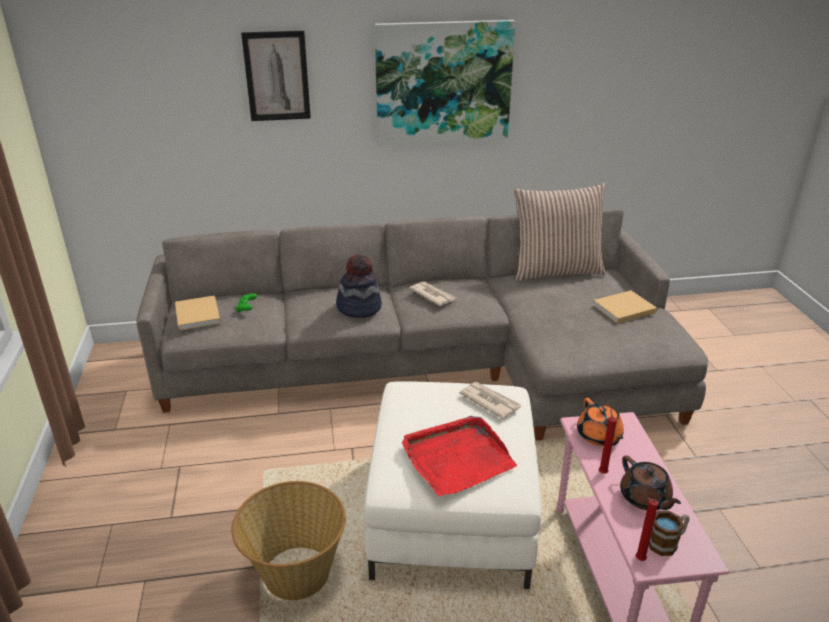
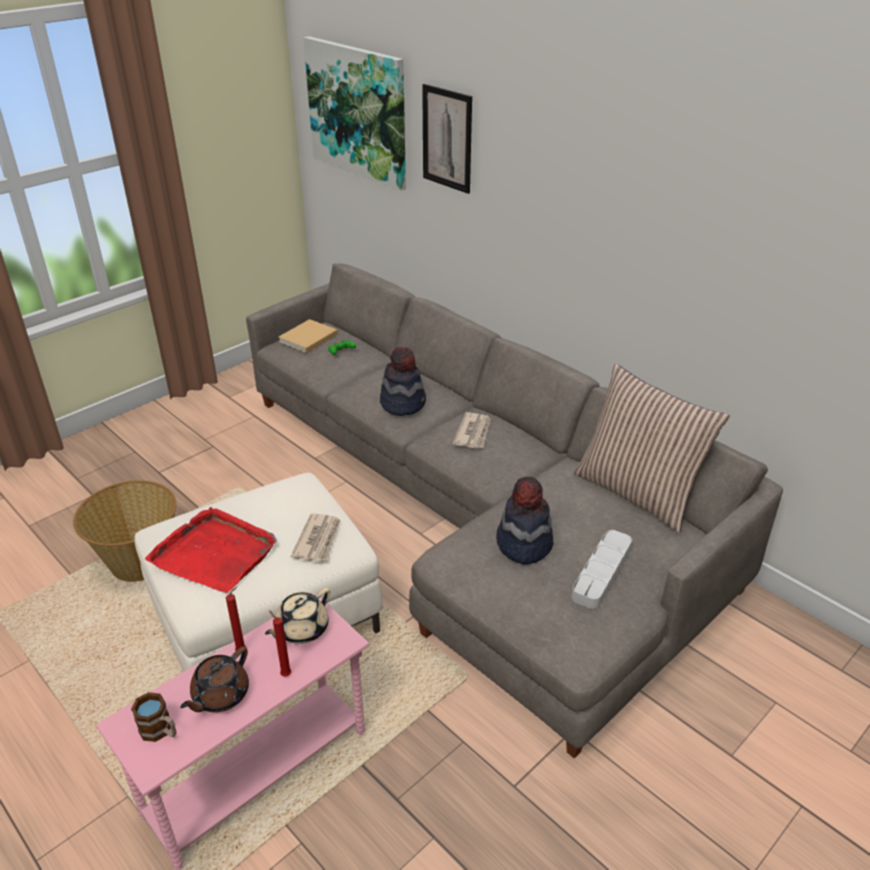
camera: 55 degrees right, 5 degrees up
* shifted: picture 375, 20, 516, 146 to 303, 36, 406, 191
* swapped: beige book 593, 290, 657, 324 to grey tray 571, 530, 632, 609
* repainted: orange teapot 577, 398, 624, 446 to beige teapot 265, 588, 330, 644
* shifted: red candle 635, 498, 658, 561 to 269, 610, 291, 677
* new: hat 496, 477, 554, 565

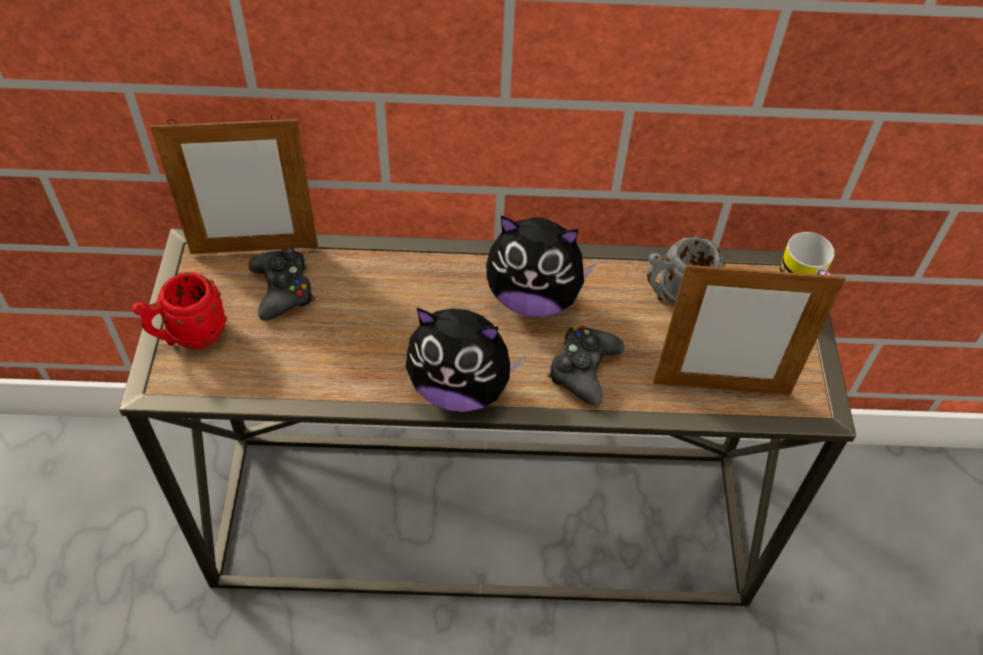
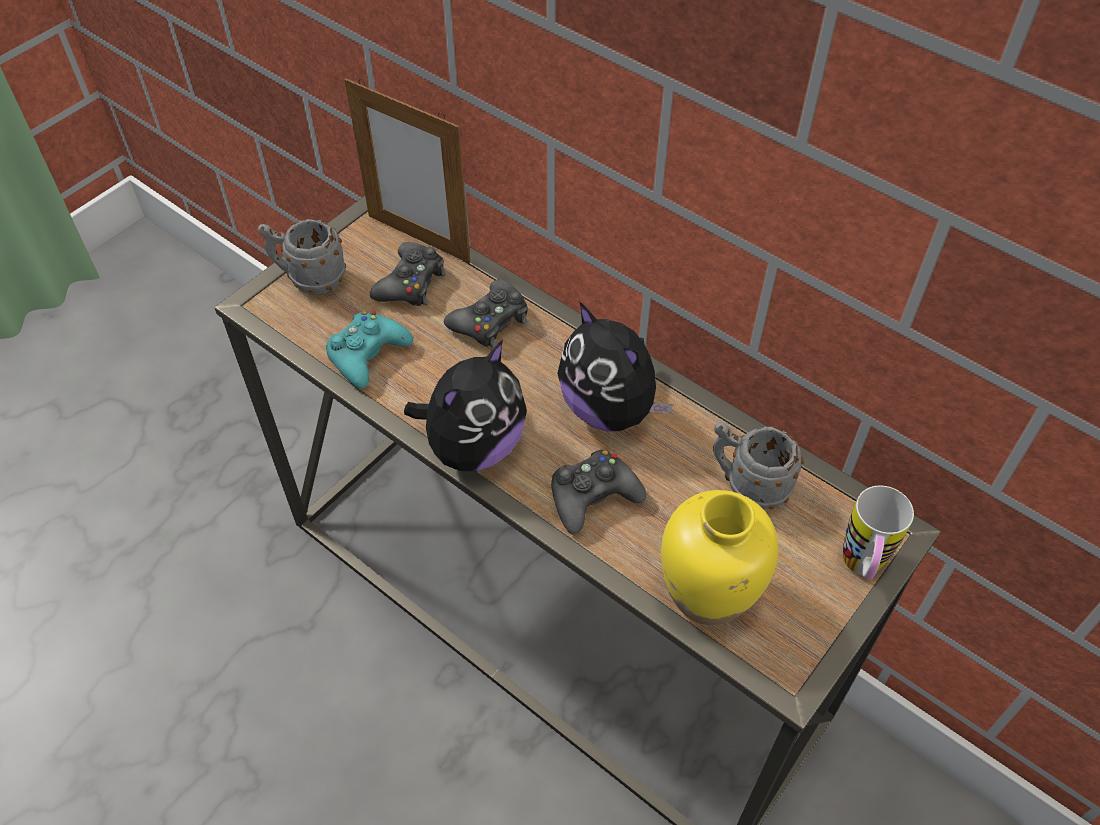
camera: 40 degrees right, 0 degrees up
* swapped: picture frame 654, 261, 846, 395 to yellow vase 661, 490, 779, 625
* repainted: red mug 132, 272, 227, 349 to grey mug 258, 219, 346, 295
* rotated: plush toy 406, 308, 526, 412 = 404, 340, 527, 471 105 degrees counterclockwise
* new: black game controller 444, 279, 528, 348
* new: turquoise game controller 326, 311, 413, 389

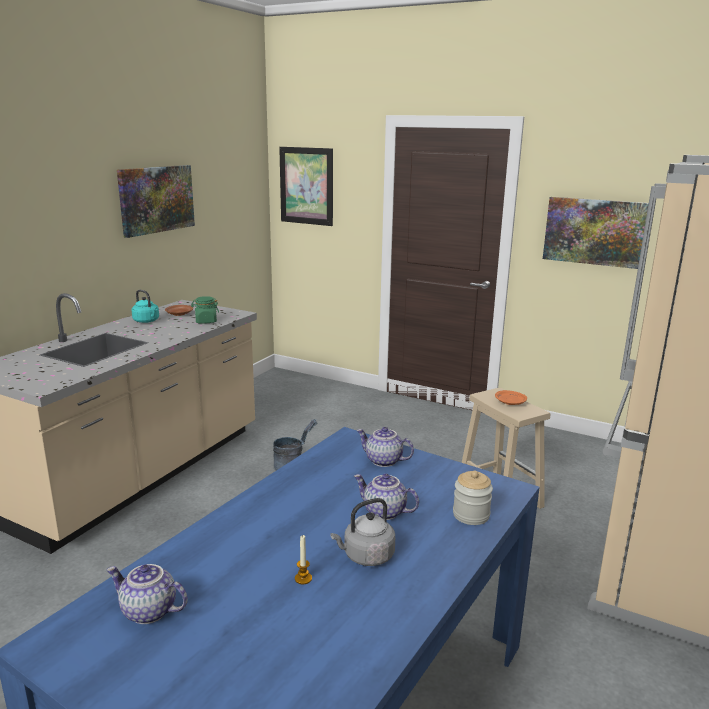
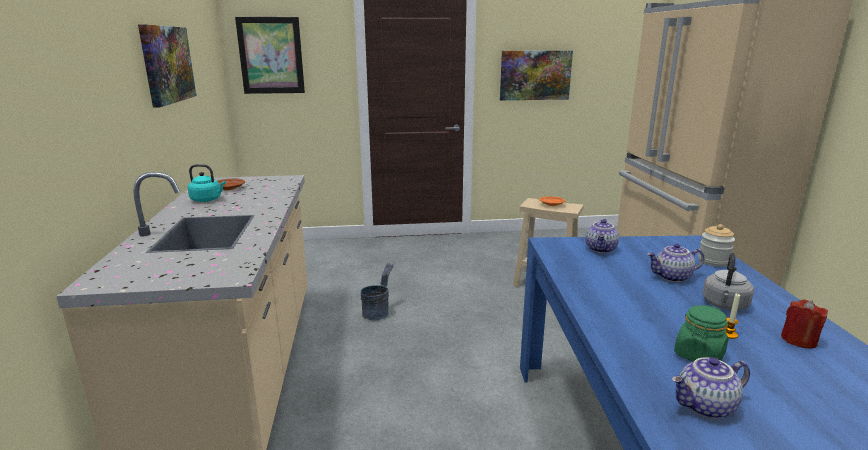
camera: 35 degrees left, 0 degrees up
* shifted: green jar 191, 296, 219, 323 to 674, 305, 729, 362
* rotated: teapot 356, 427, 414, 467 = 585, 219, 619, 253 60 degrees counterclockwise
* new: red candle 781, 299, 828, 349

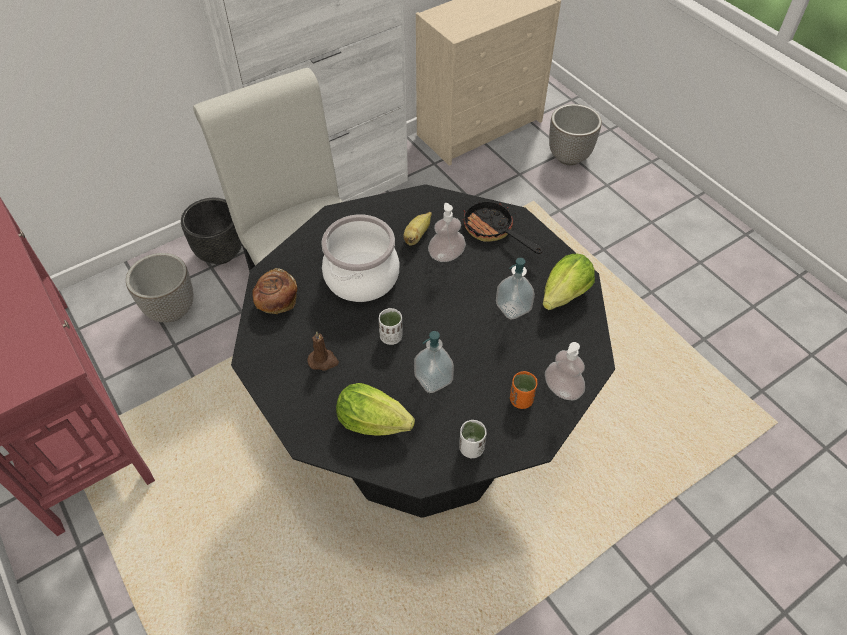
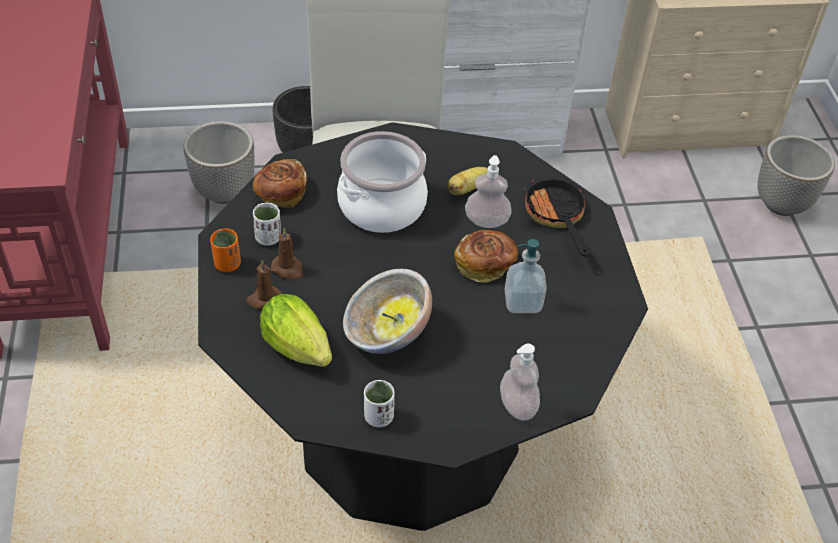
camera: 25 degrees right, 5 degrees down
* gone: lettuce 542, 254, 595, 310
* shifted: white cup 379, 308, 402, 345 to 253, 203, 281, 246
* swapped: soap dispenser 414, 331, 454, 393 to bowl 343, 269, 432, 354
* shifted: orange cup 510, 371, 537, 409 to 210, 228, 241, 272
* new: bread 454, 230, 518, 282
* new: brown candle 246, 260, 282, 310

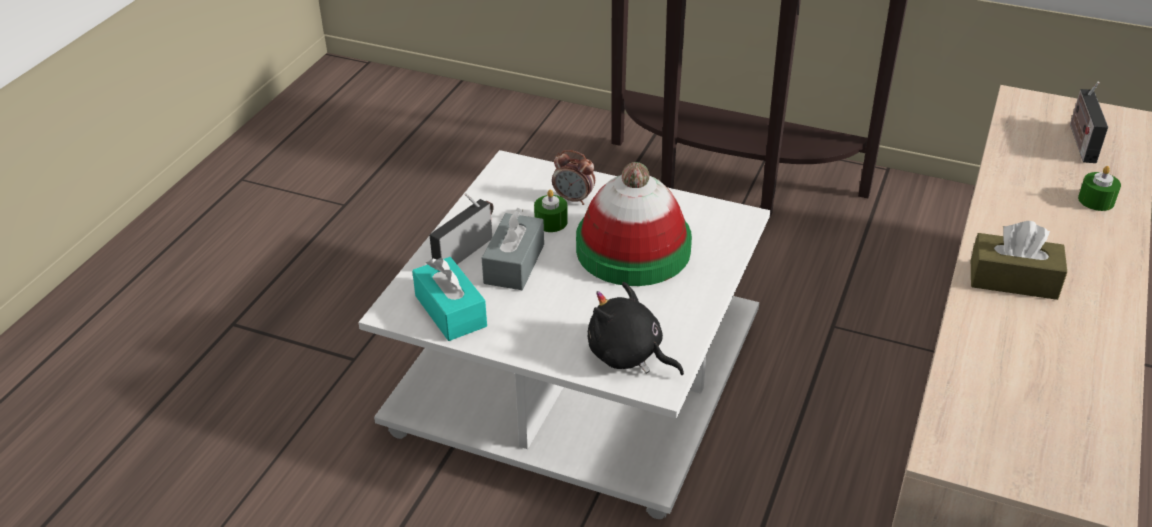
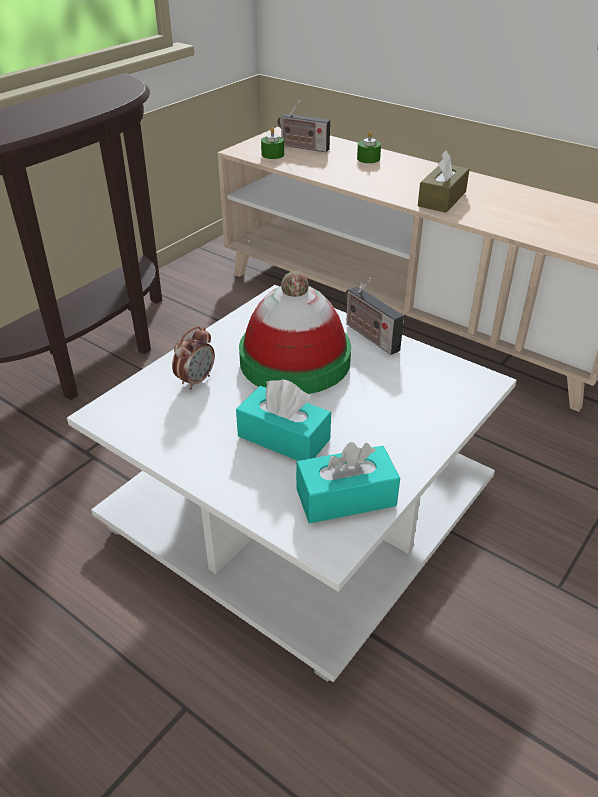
camera: 75 degrees left, 0 degrees up
* shifted: green candle 534, 190, 568, 232 to 261, 127, 284, 159
* shifted: radio 429, 193, 494, 264 to 345, 278, 404, 355
* repainted: grey tissue box 482, 208, 544, 290 to turquoise tissue box 236, 379, 331, 461
* gone: black plush toy 588, 282, 684, 375

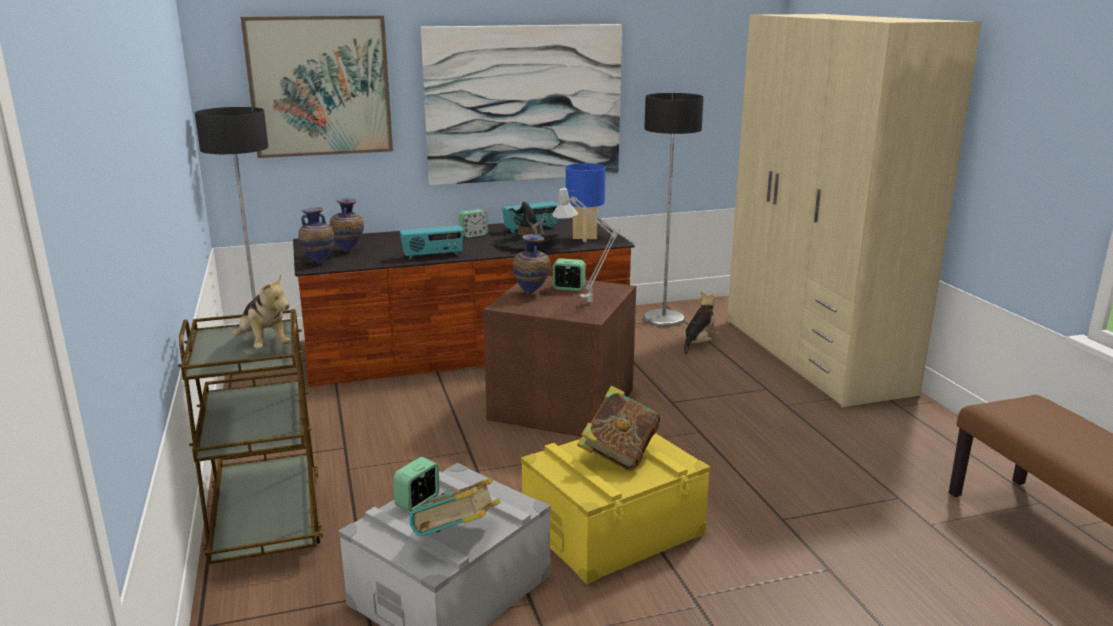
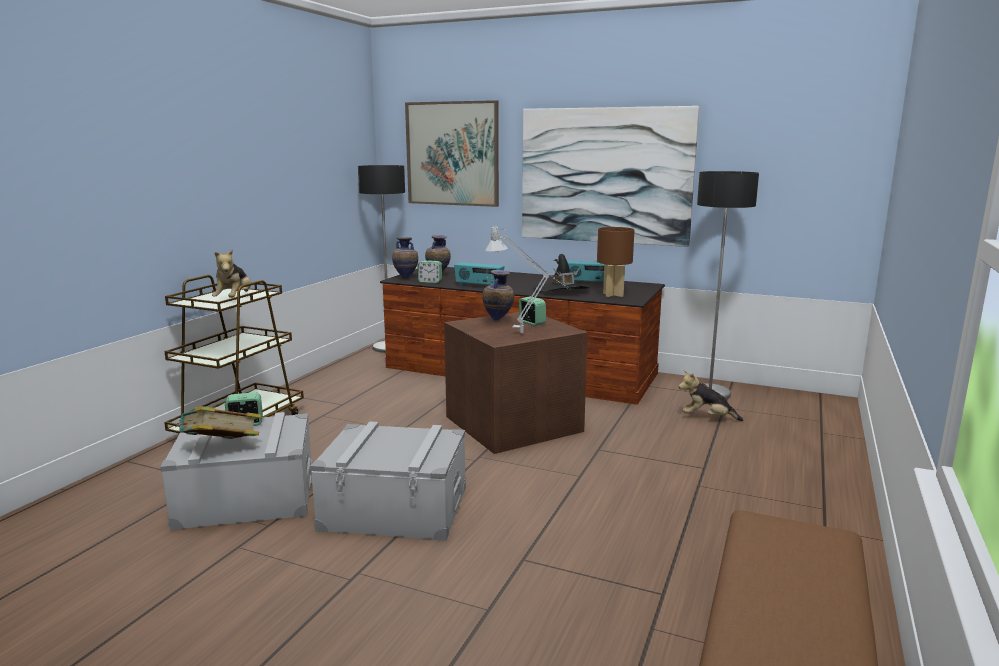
camera: 40 degrees right, 5 degrees down
* gone: beige wardrobe 728, 14, 982, 407
* repainted: blue table lamp 566, 163, 606, 242 to brown table lamp 597, 227, 634, 297
* shifted: alarm clock 458, 209, 488, 238 to 418, 261, 442, 283
* rotated: plush toy 683, 292, 719, 355 = 679, 371, 743, 421 150 degrees counterclockwise
* gone: book 577, 386, 660, 471
* repainted: yellow storage box 521, 433, 710, 584 to grey storage box 310, 422, 466, 541

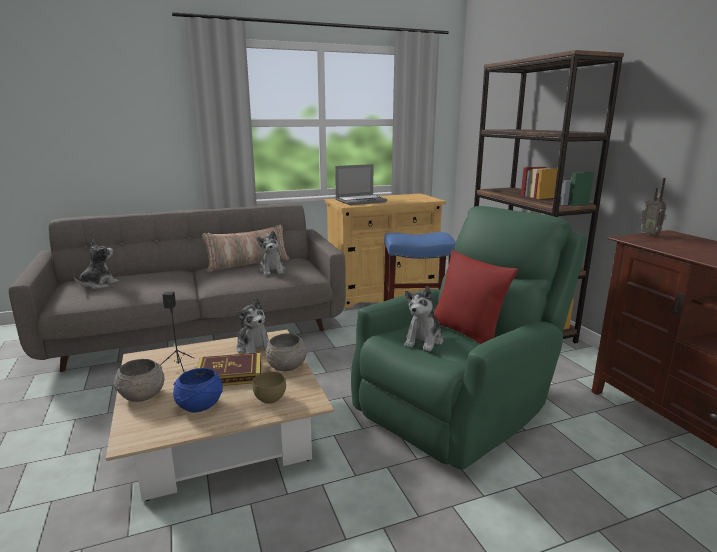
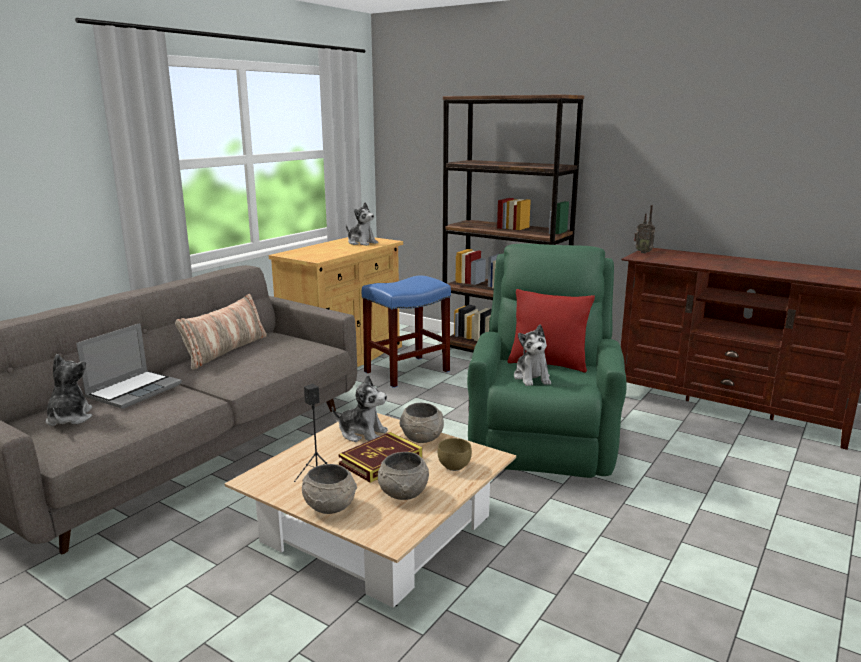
camera: 35 degrees left, 0 degrees up
* shifted: laptop 335, 164, 388, 205 to 76, 323, 182, 409
* shifted: plush toy 257, 231, 285, 276 to 346, 202, 378, 246
* repainted: blue bowl 173, 368, 223, 412 to grey bowl 378, 452, 429, 500

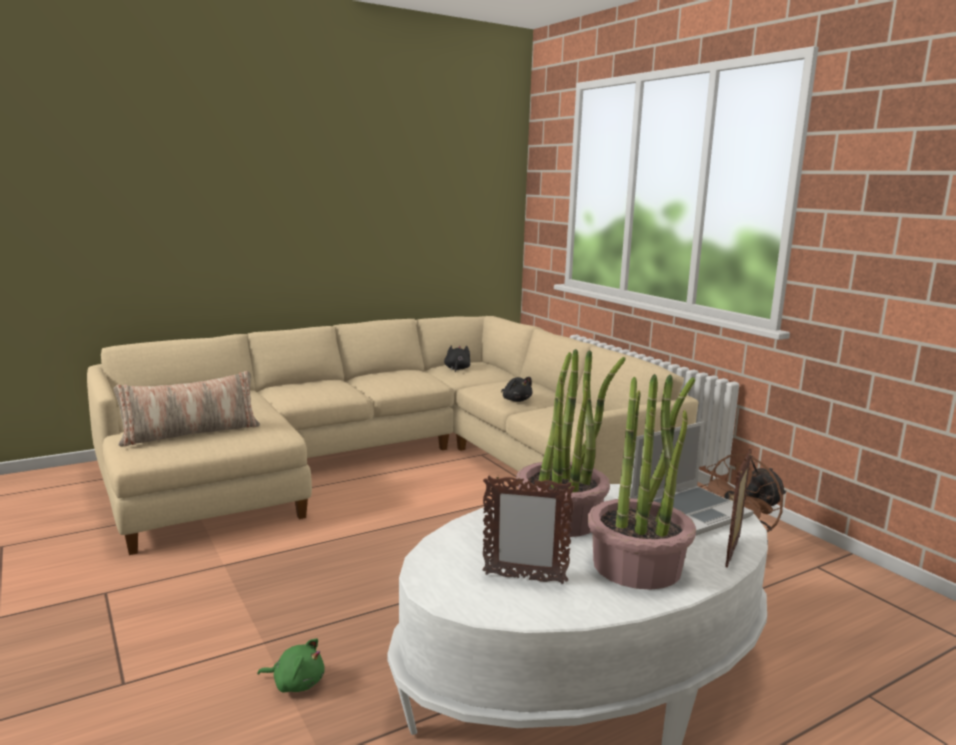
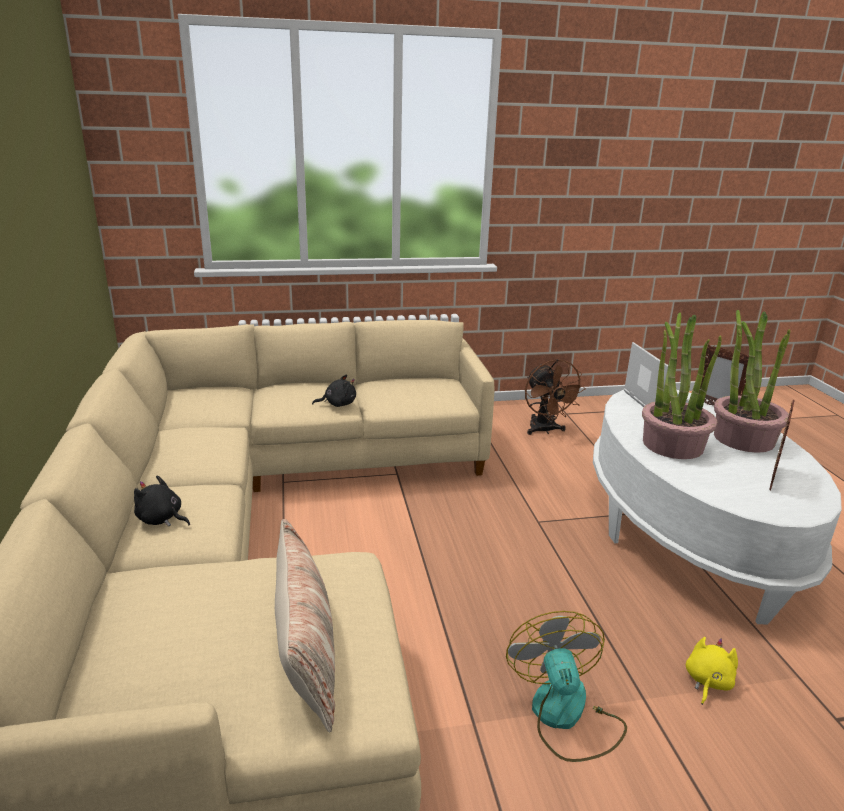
camera: 70 degrees left, 10 degrees up
* shifted: black plush toy 444, 345, 470, 372 to 134, 476, 190, 527
* repainted: green plush toy 257, 638, 325, 693 to yellow plush toy 686, 637, 738, 705
* new: fan 506, 611, 627, 762

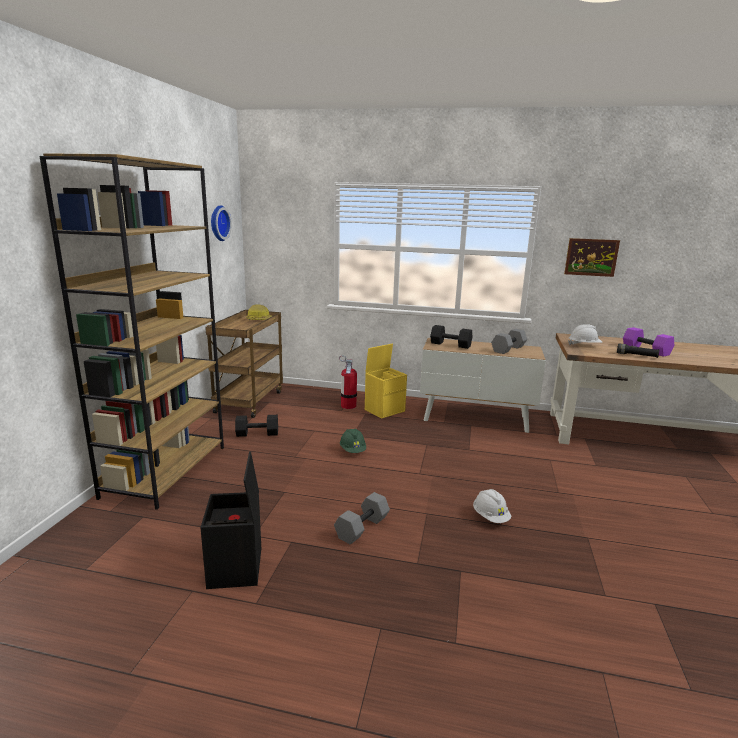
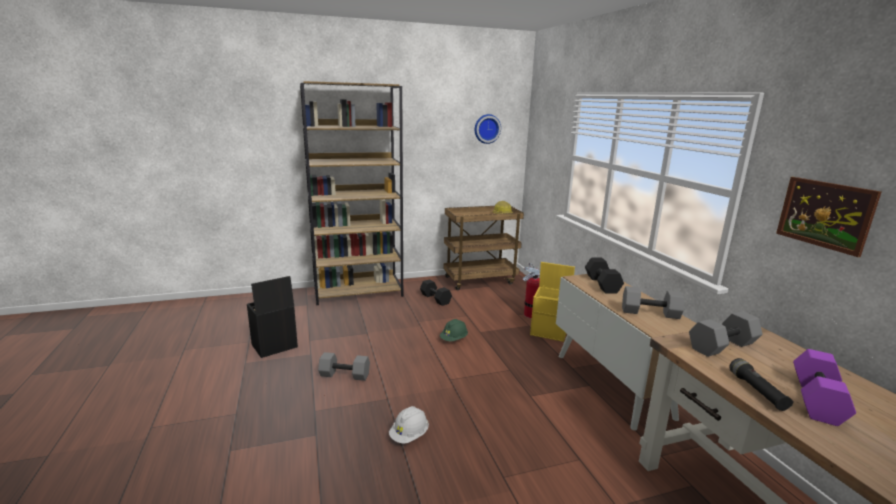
camera: 60 degrees right, 0 degrees up
* swapped: white hard hat 568, 324, 602, 345 to grey dumbbell 689, 311, 762, 357

